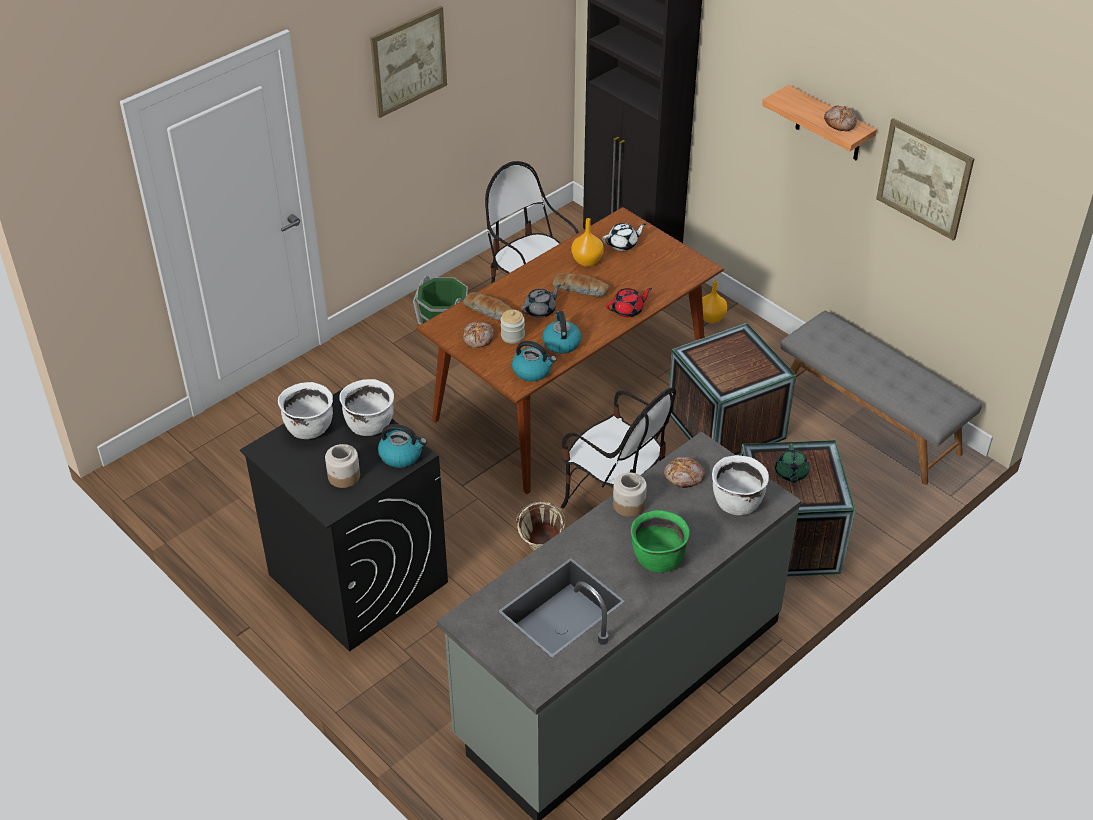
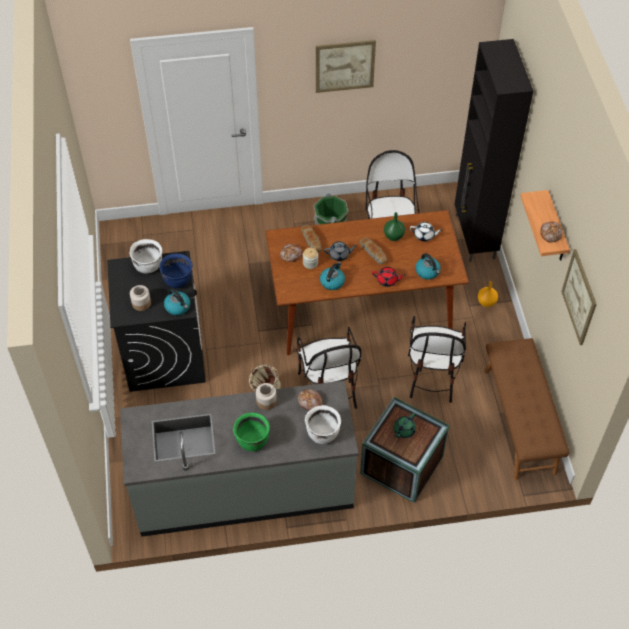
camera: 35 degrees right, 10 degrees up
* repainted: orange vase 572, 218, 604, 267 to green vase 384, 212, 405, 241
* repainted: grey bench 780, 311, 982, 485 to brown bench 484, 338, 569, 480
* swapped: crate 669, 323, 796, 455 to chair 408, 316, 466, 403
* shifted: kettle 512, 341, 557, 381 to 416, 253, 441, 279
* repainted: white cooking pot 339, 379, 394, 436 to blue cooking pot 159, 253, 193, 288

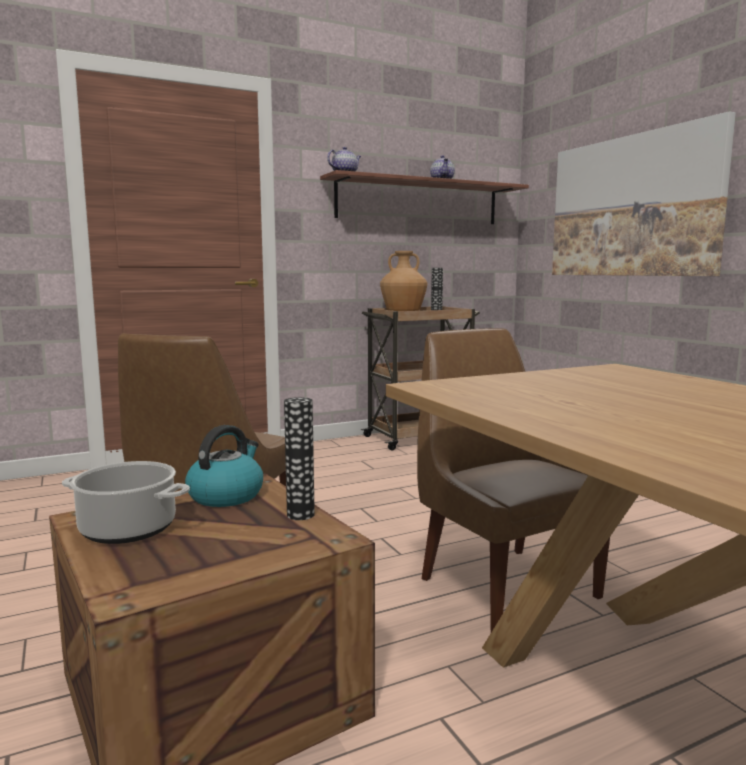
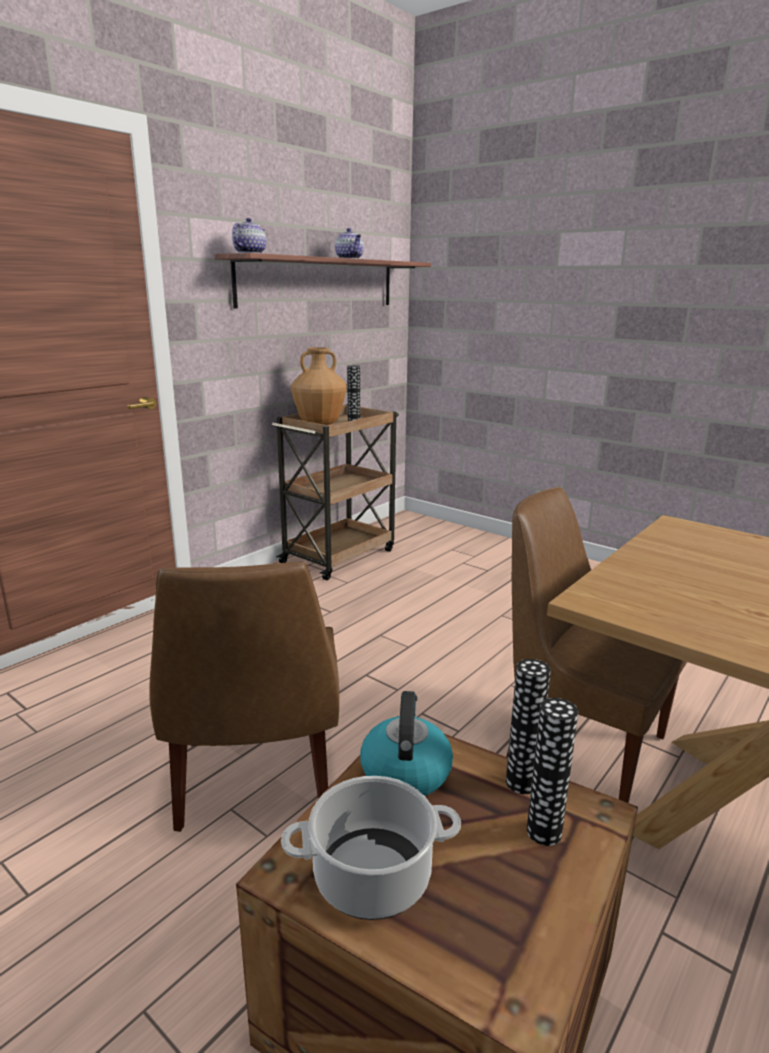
camera: 25 degrees left, 10 degrees up
* gone: picture 552, 111, 736, 276
* new: vase 527, 698, 578, 846

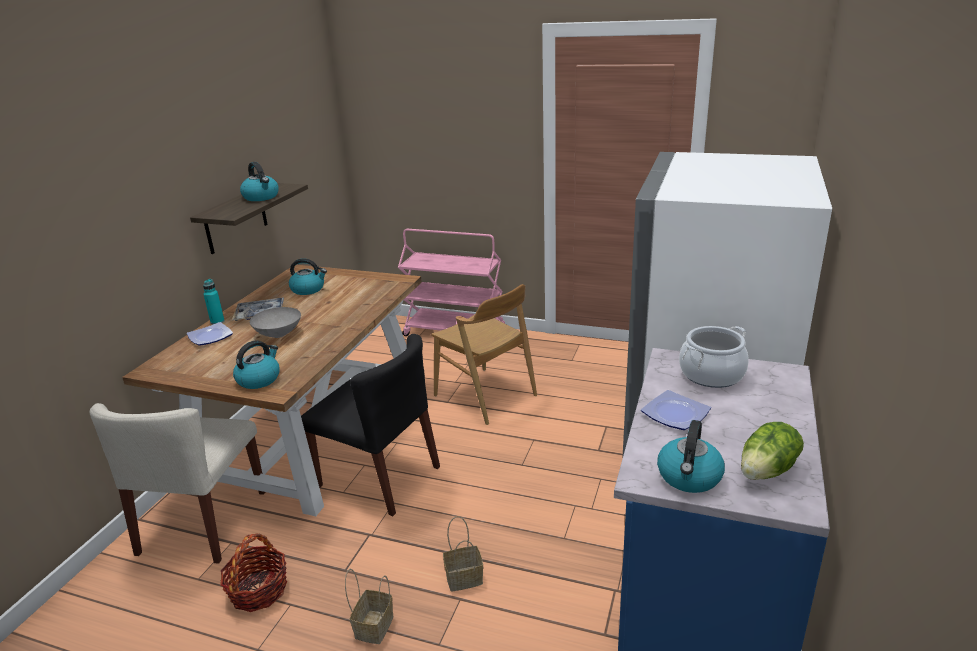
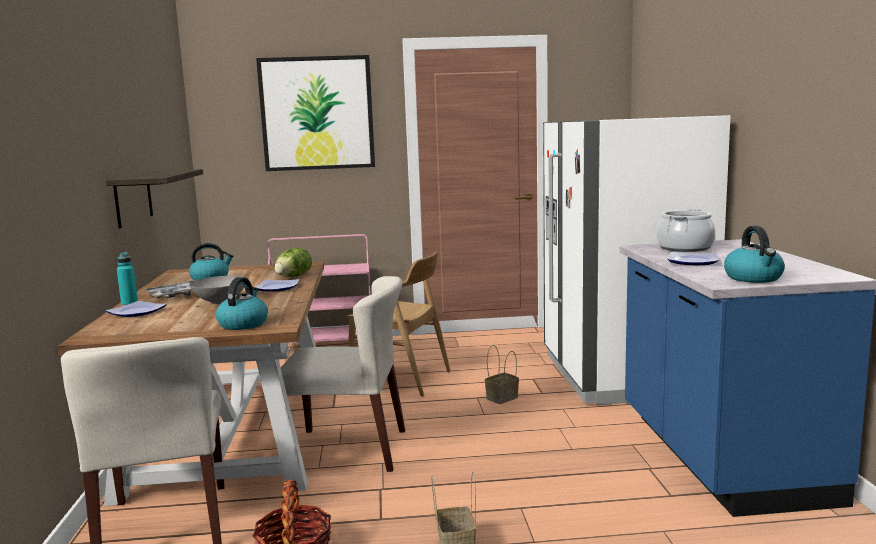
camera: 25 degrees left, 15 degrees down
* gone: kettle 240, 162, 279, 201
* repainted: black chair 301, 334, 440, 516 to beige chair 281, 276, 405, 472
* shifted: lettuce 741, 422, 804, 480 to 275, 248, 312, 277
* shifted: basket 443, 516, 483, 591 to 485, 345, 519, 404
* new: picture 256, 55, 375, 171
* new: plate 255, 279, 300, 292

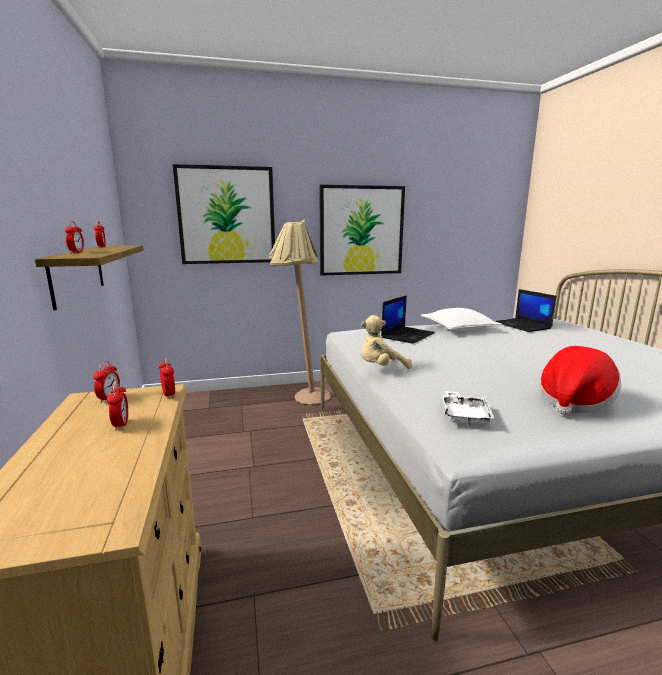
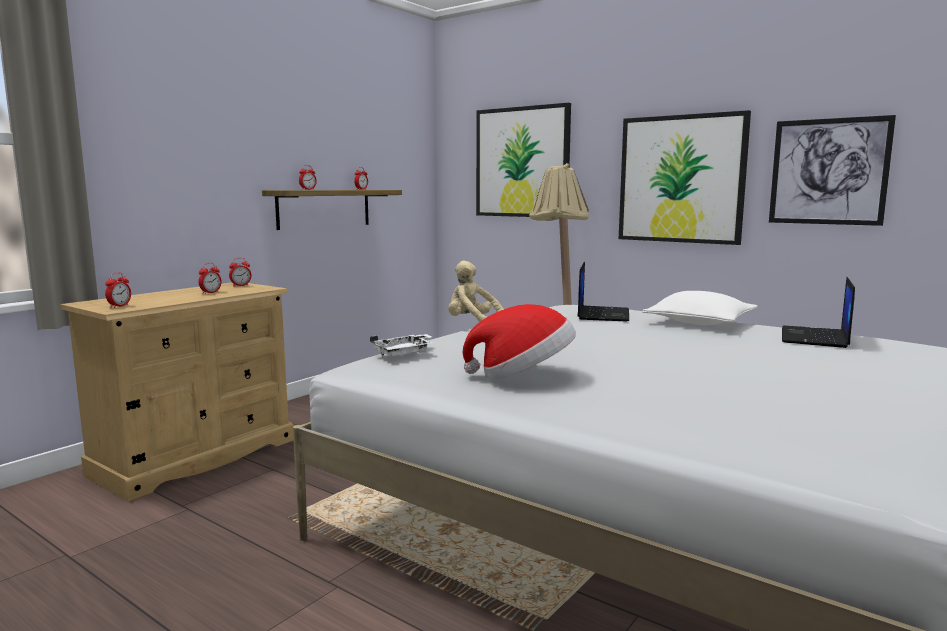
camera: 50 degrees right, 5 degrees down
* rotated: laptop 381, 295, 435, 344 = 577, 262, 629, 321 75 degrees counterclockwise
* shifted: alarm clock 158, 358, 175, 399 to 105, 272, 131, 308
* new: picture 769, 115, 896, 226

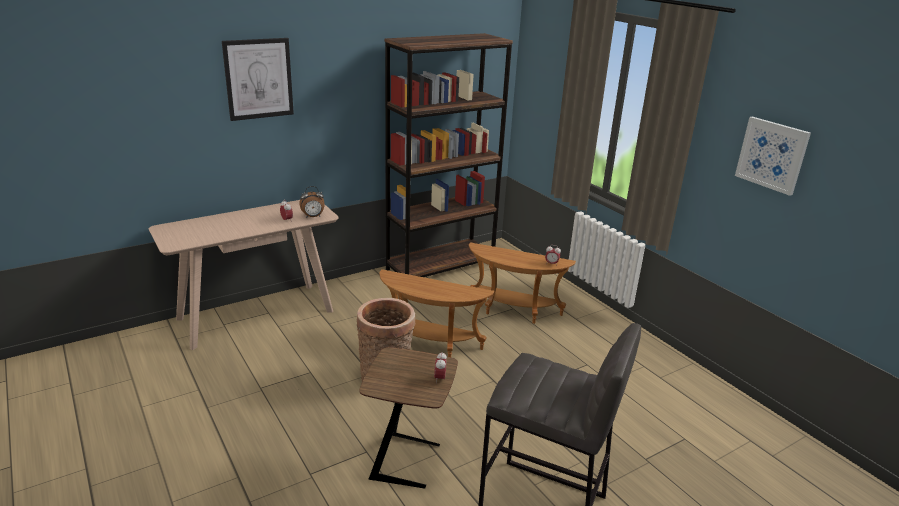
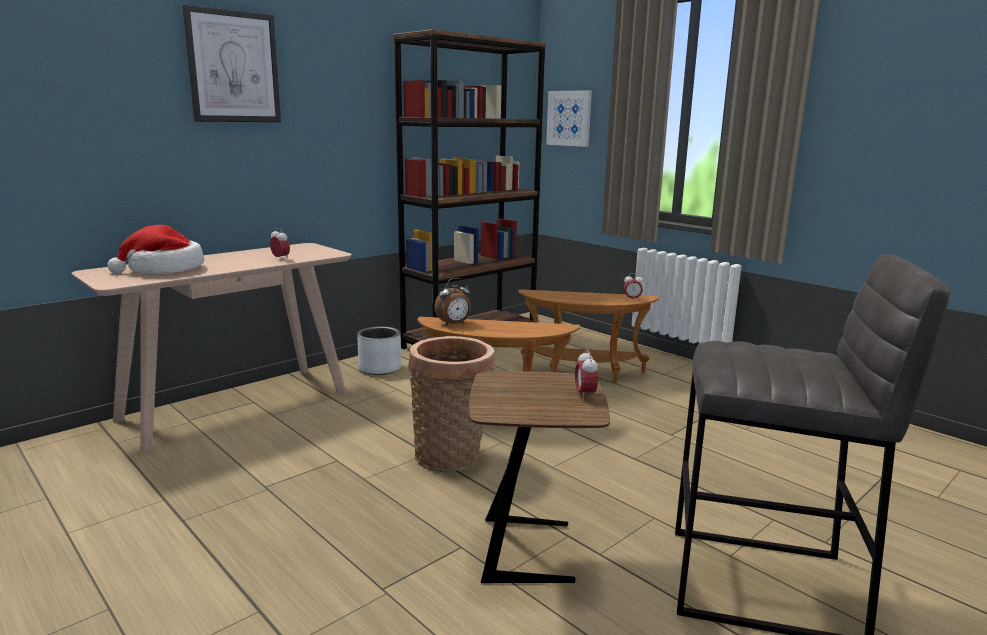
camera: 10 degrees left, 10 degrees down
* shifted: picture 735, 117, 811, 196 to 546, 90, 592, 147
* shifted: alarm clock 299, 186, 325, 218 to 434, 278, 471, 326
* new: hat 107, 225, 204, 274
* new: grey planter 357, 326, 402, 375

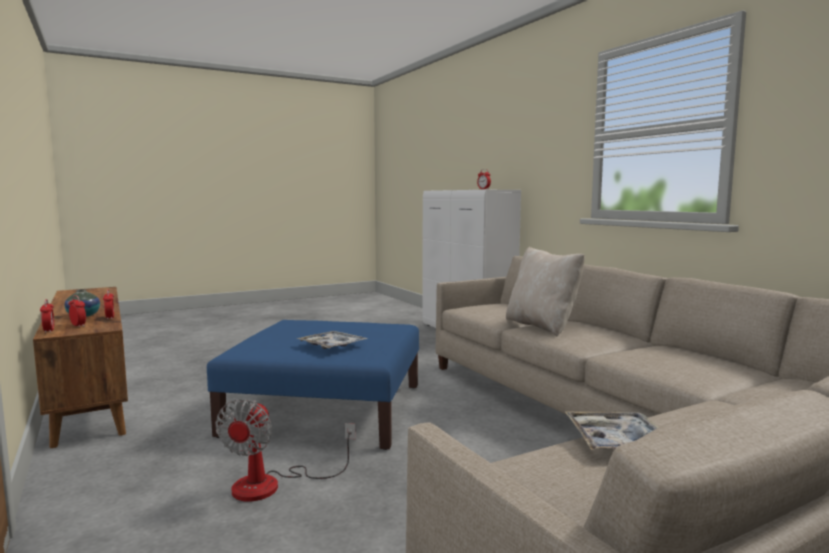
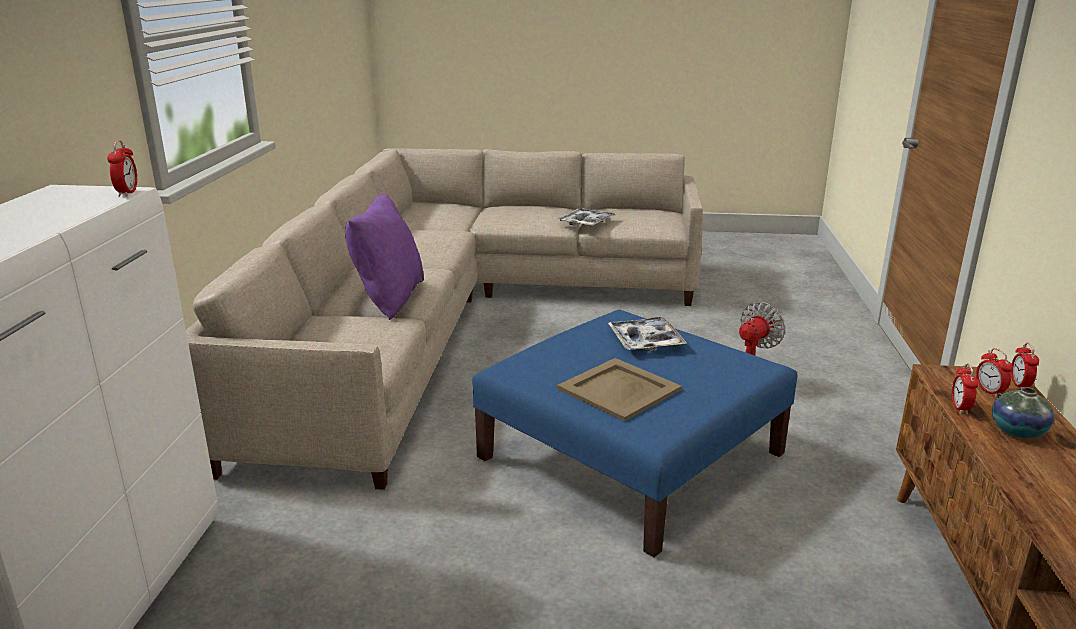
camera: 145 degrees left, 15 degrees up
* repainted: beige pillow 506, 247, 585, 337 to purple pillow 345, 194, 424, 320
* new: beige tray 557, 358, 682, 421

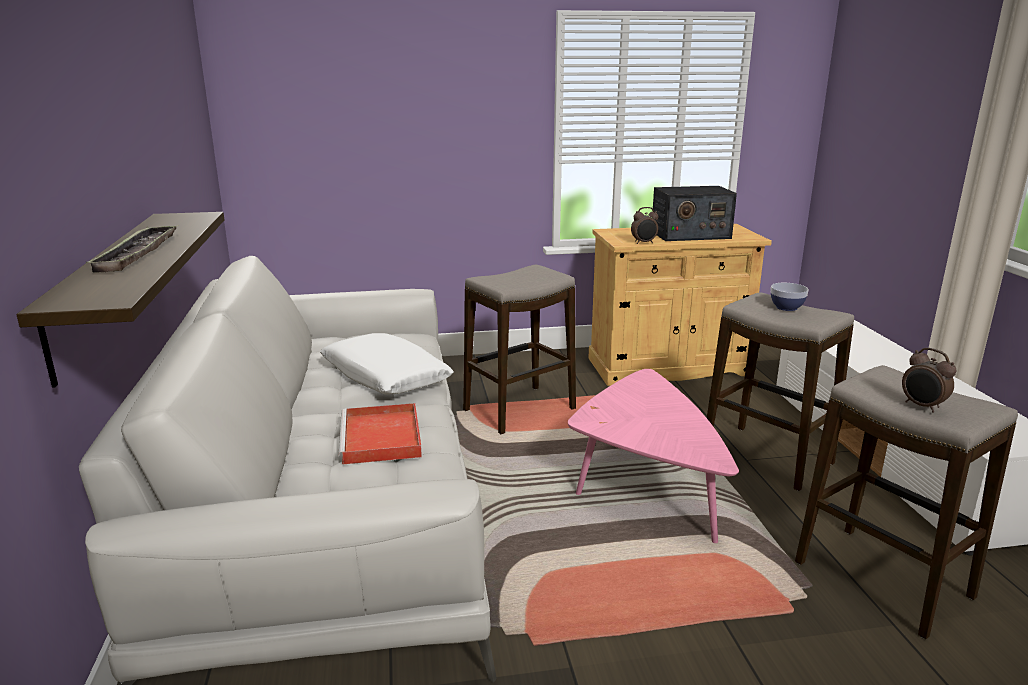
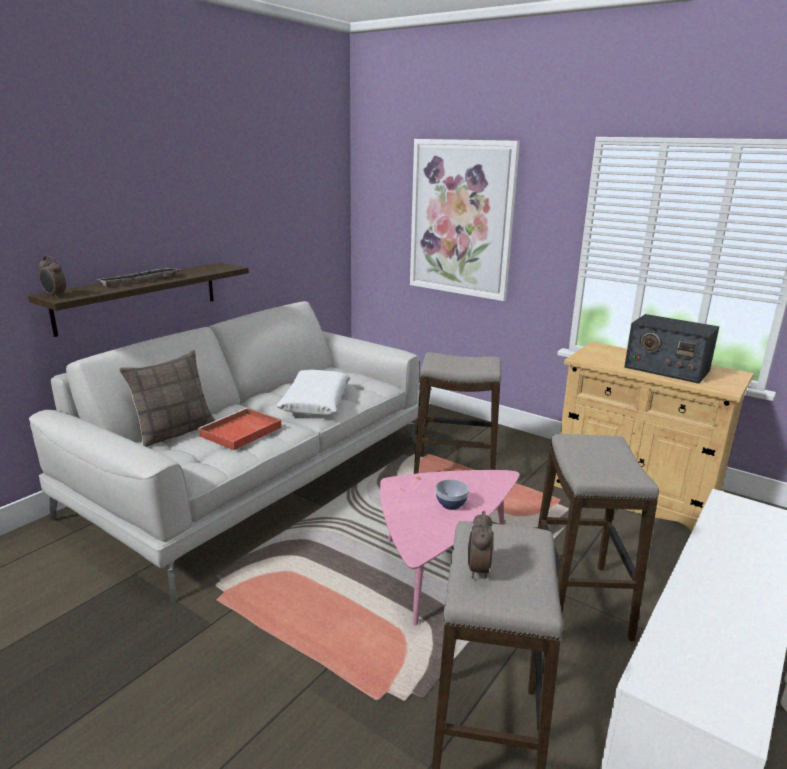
camera: 45 degrees right, 0 degrees up
* shifted: alarm clock 631, 207, 659, 244 to 39, 256, 66, 298
* shifted: bowl 771, 283, 809, 311 to 436, 479, 469, 510
* new: picture 410, 139, 520, 301
* new: pillow 119, 350, 216, 447

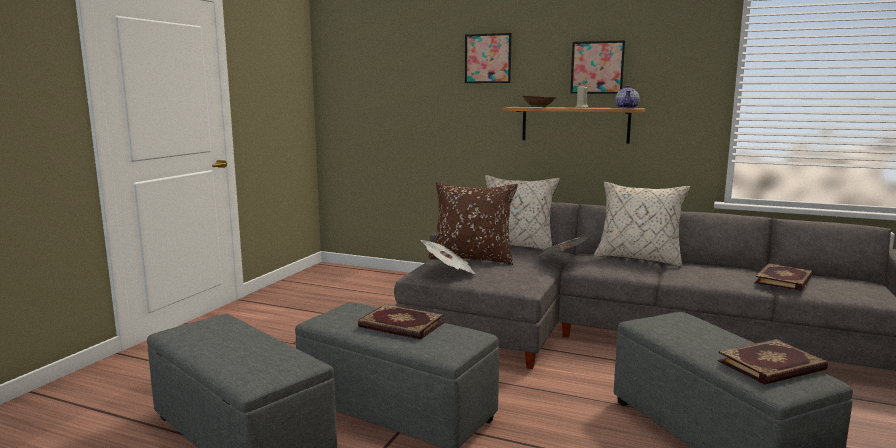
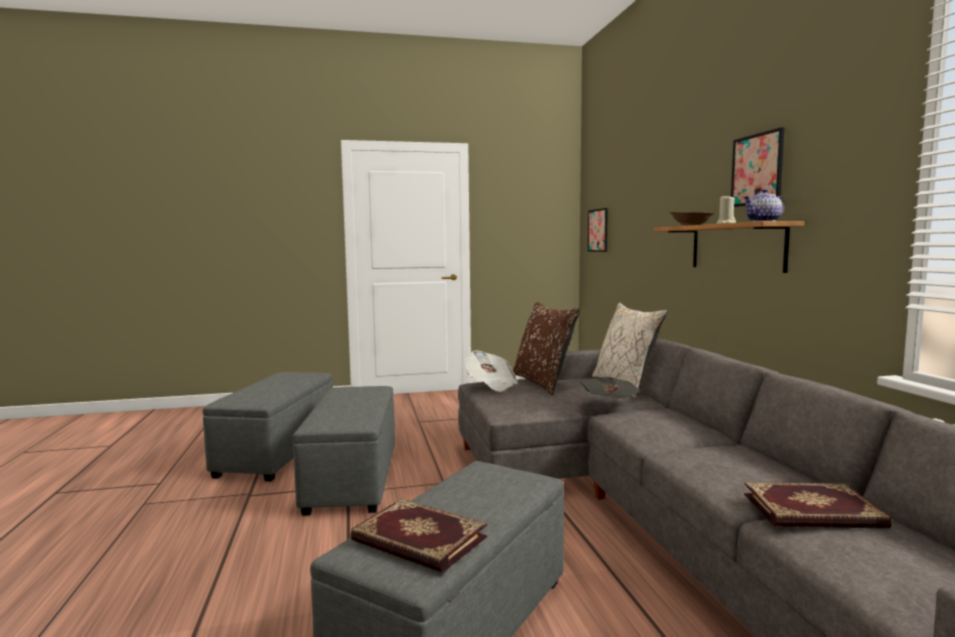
camera: 55 degrees right, 5 degrees down
* shifted: picture 465, 33, 512, 83 to 588, 208, 608, 252
* gone: beige pillow 594, 182, 690, 267
* gone: book 358, 304, 444, 340

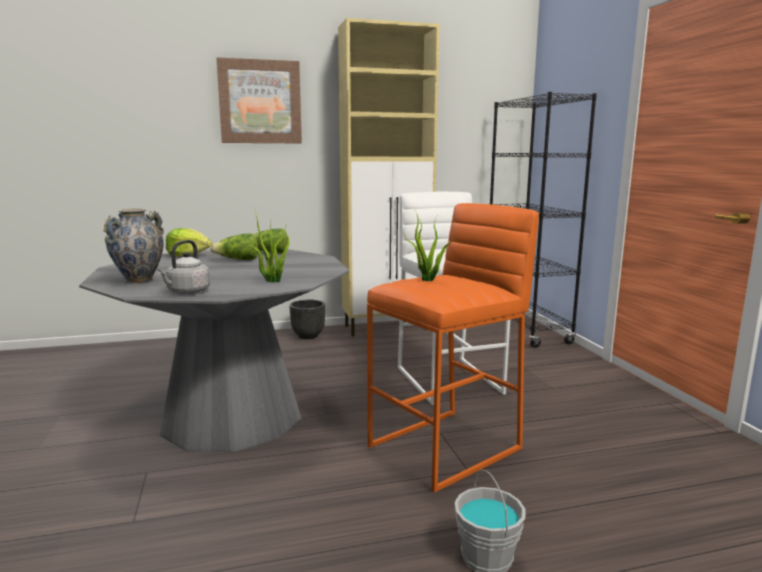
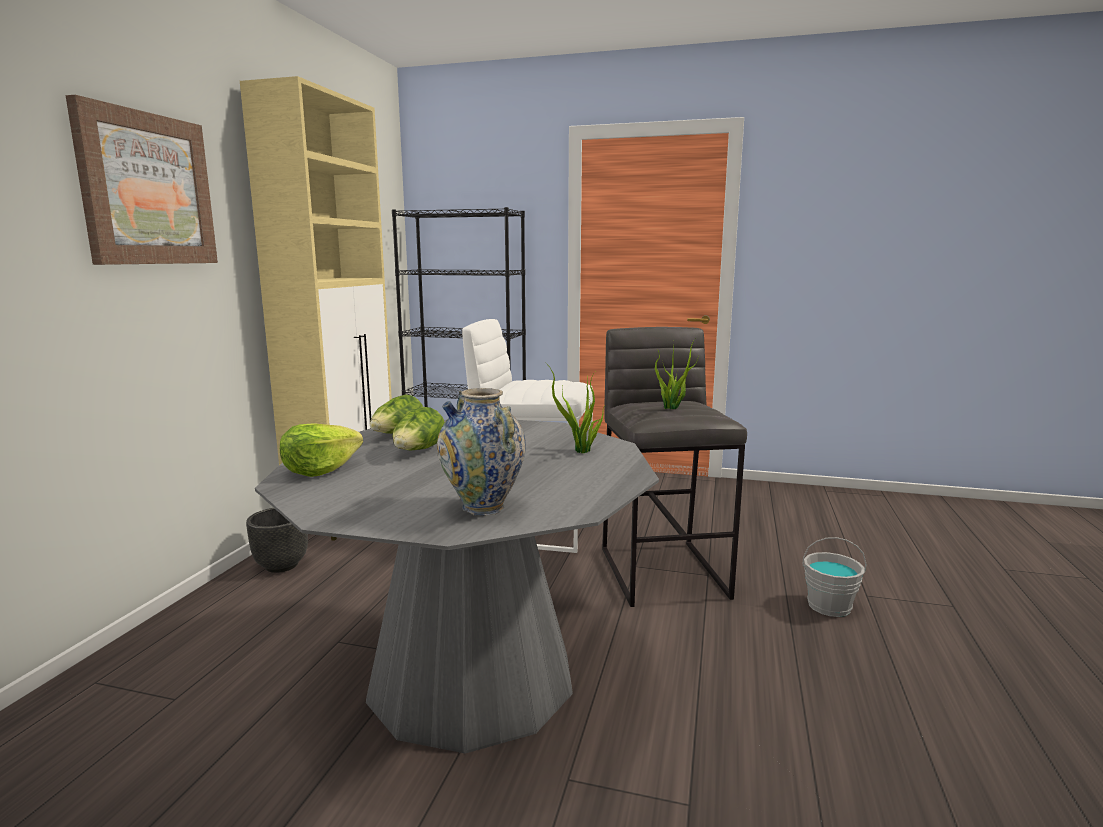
camera: 60 degrees left, 0 degrees up
* repainted: orange stool 367, 203, 539, 493 to grey stool 602, 327, 747, 607
* gone: grey kettle 157, 240, 210, 294

